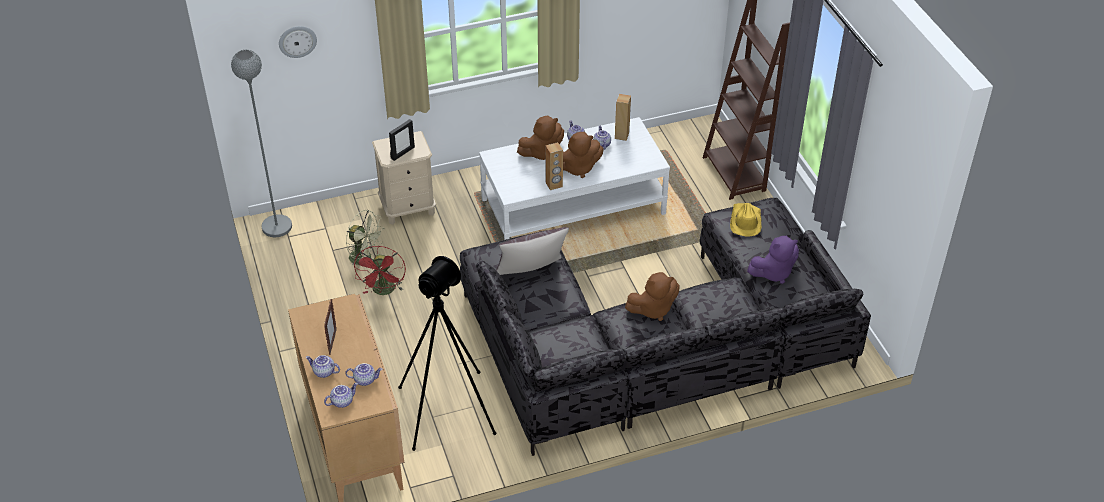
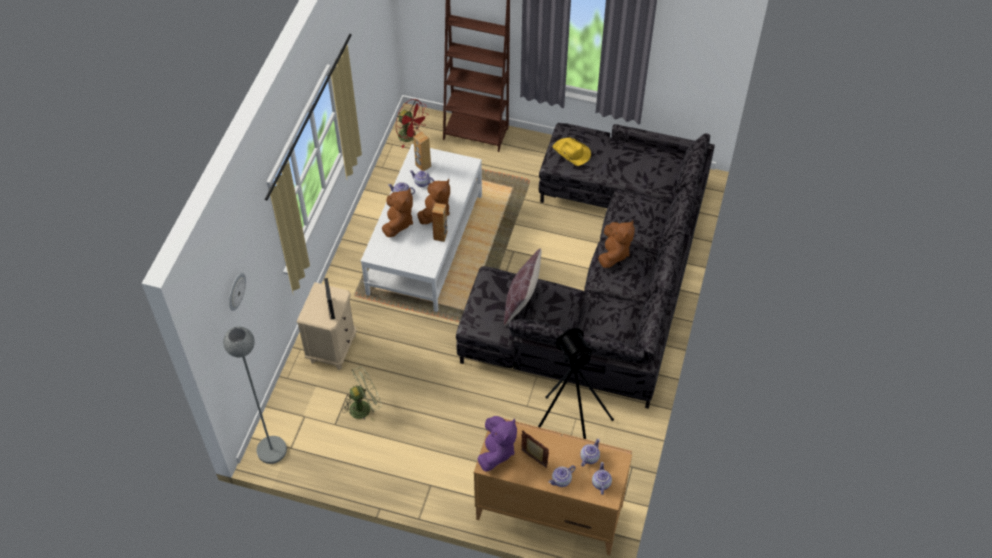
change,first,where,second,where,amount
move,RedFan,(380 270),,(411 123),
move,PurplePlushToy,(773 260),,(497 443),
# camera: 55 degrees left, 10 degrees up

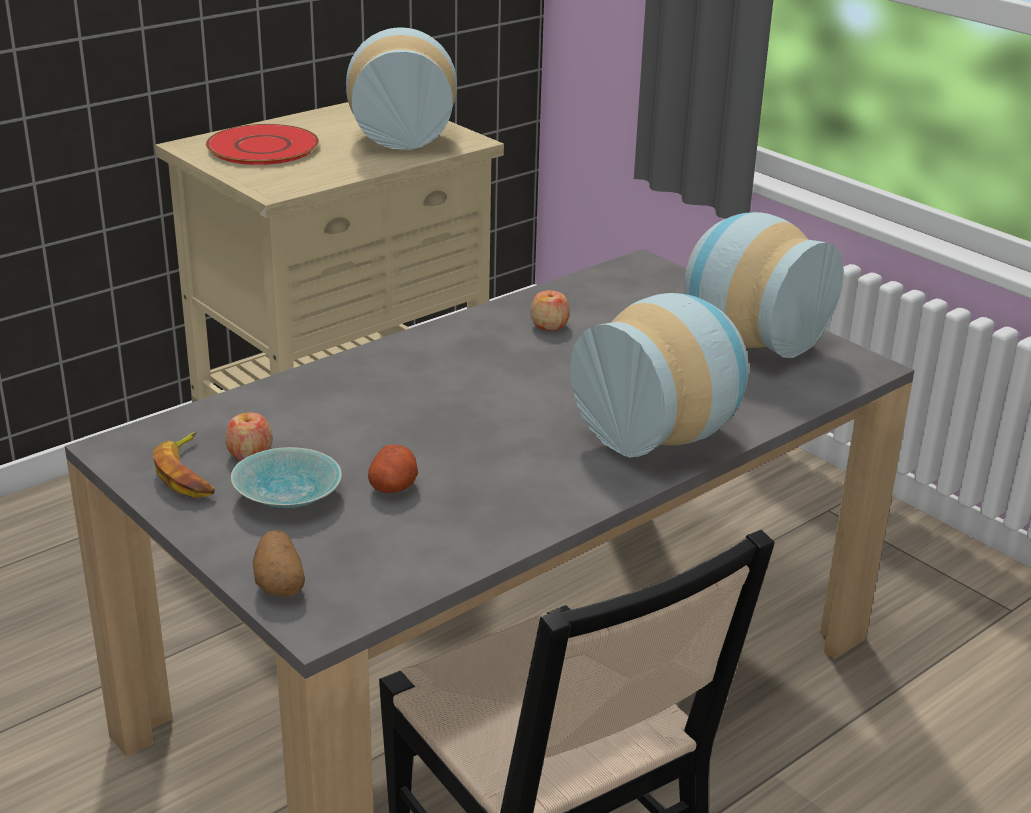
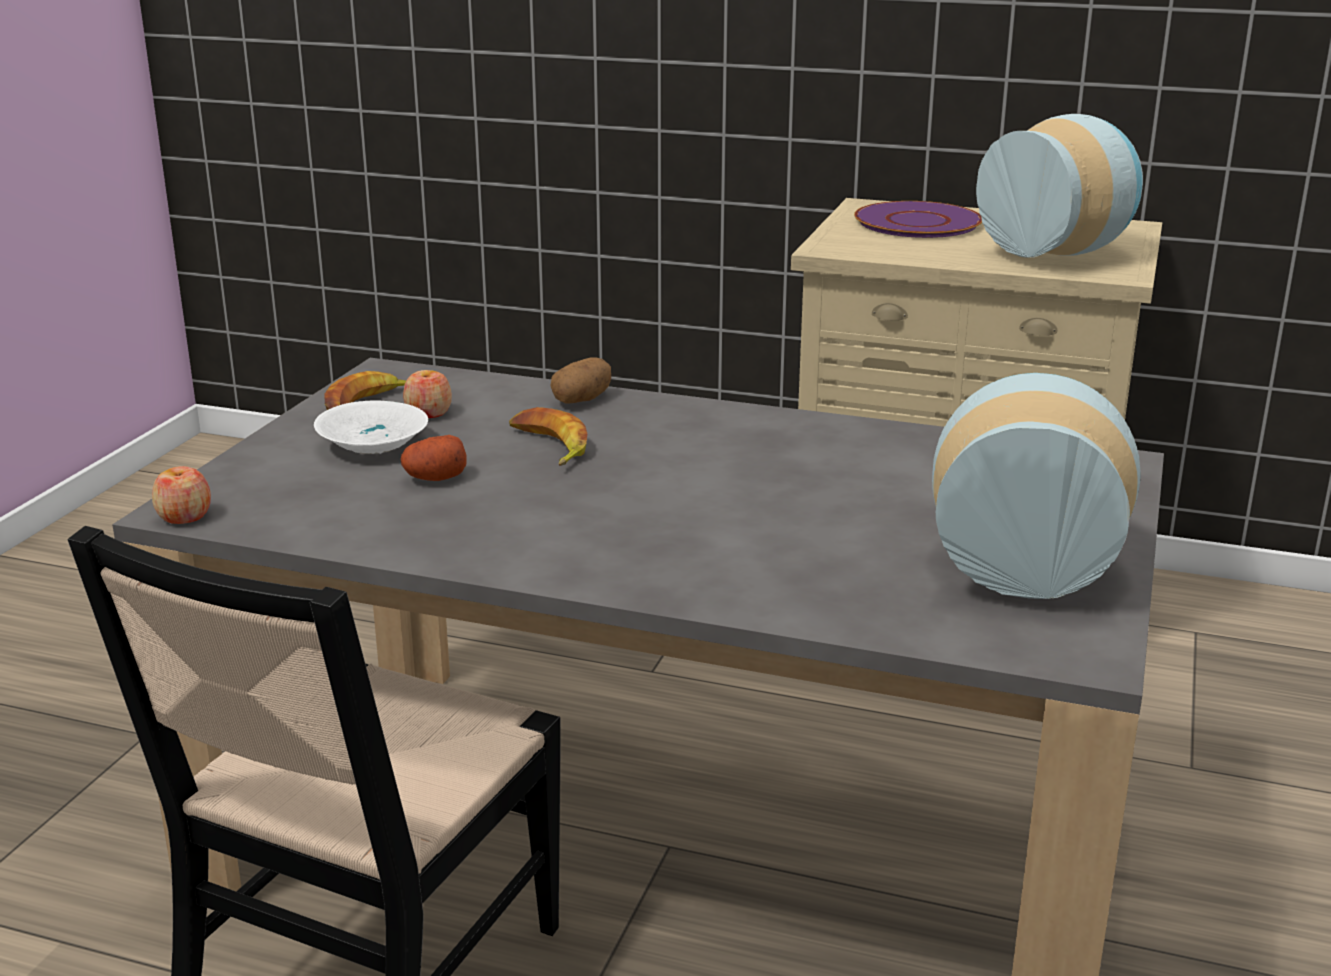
change,first,where,second,where,amount
recolor,RedPlate,(262 144),PurplePlate,(918 219),
recolor,TurquoiseColouredBowl,(286 478),WhiteColouredBowl,(371 427),
move,WholePotato,(279 563),,(580 380),
move,WholeApple,(550 310),,(181 495),
delete,Vase,(659 375),,,
insert,,,WholeBanana,(548 436),
# camera: 60 degrees right, 5 degrees down

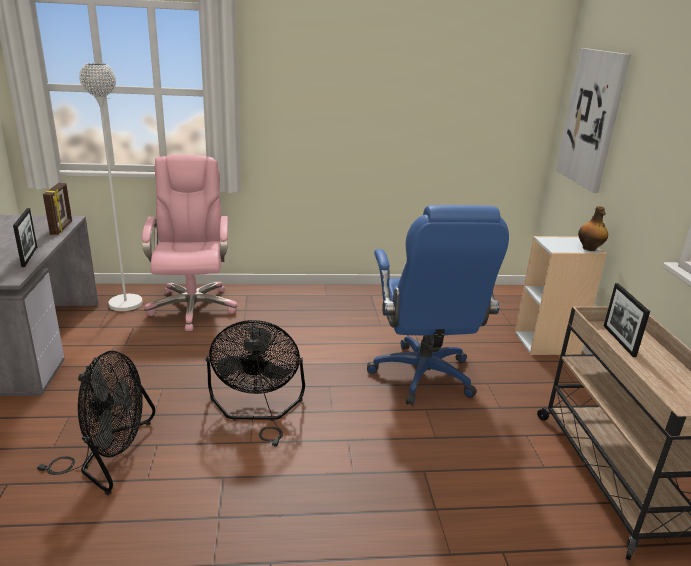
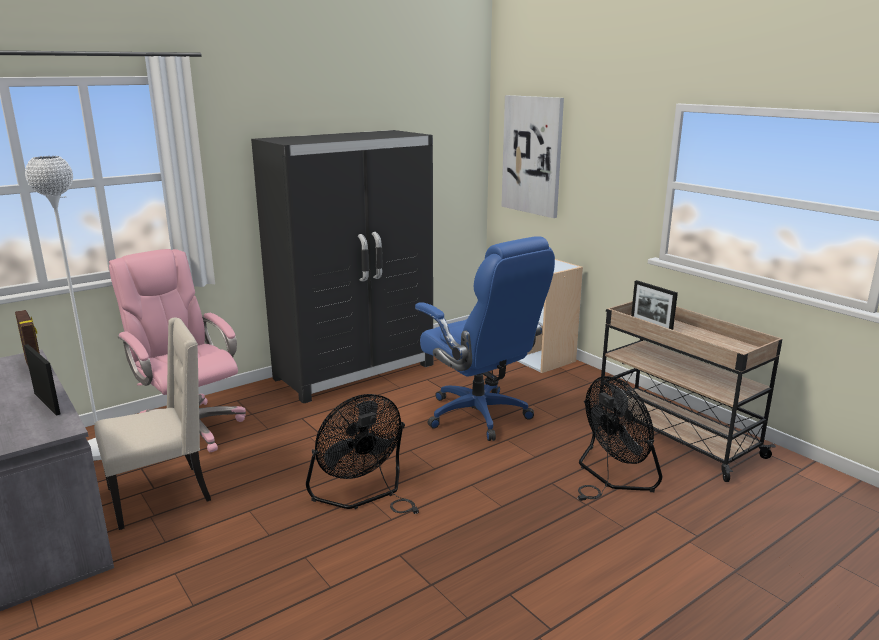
change,first,where,second,where,amount
move,BlackColouredFan,(96 423),,(619 438),
delete,BeverageBottle,(593 228),,,
insert,,,BeigeChair,(152 424),
insert,,,BlackColouredCupboard,(342 266),
# camera: 30 degrees left, 5 degrees down

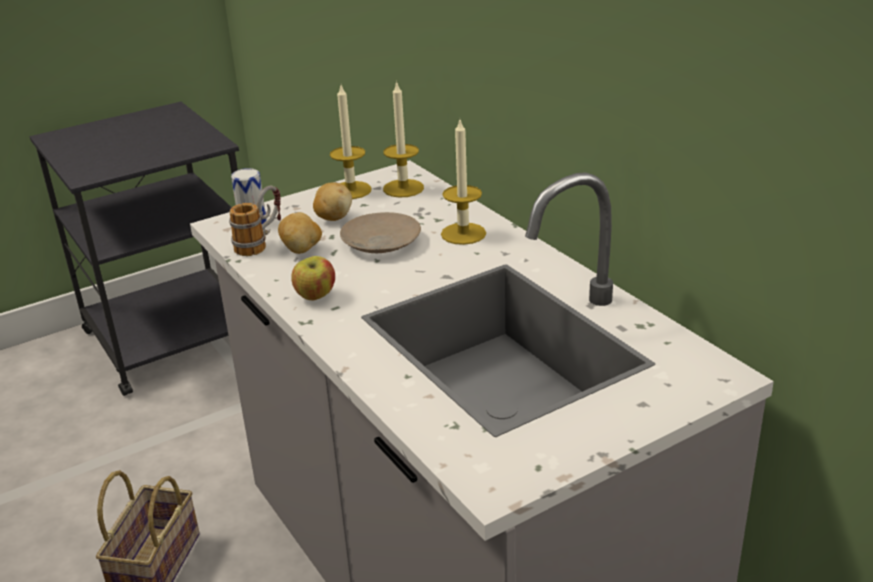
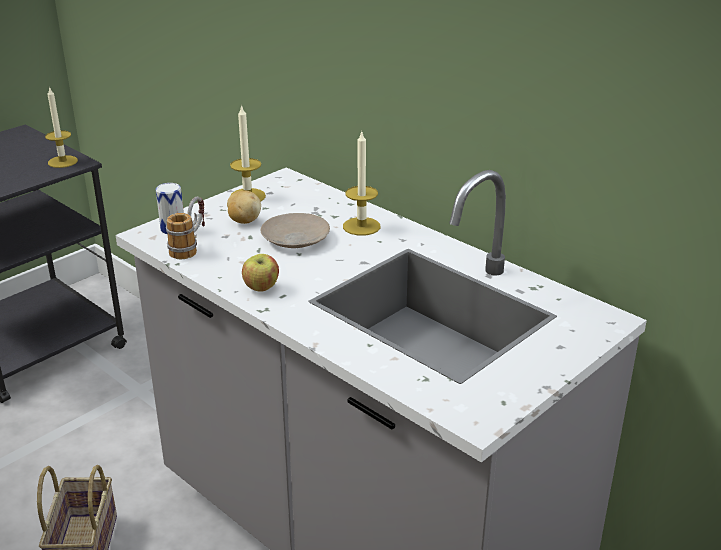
change,first,where,second,where,amount
delete,WholePotato,(300 233),,,
move,WaxCandle,(403 139),,(61 127),
# camera: 15 degrees left, 0 degrees up

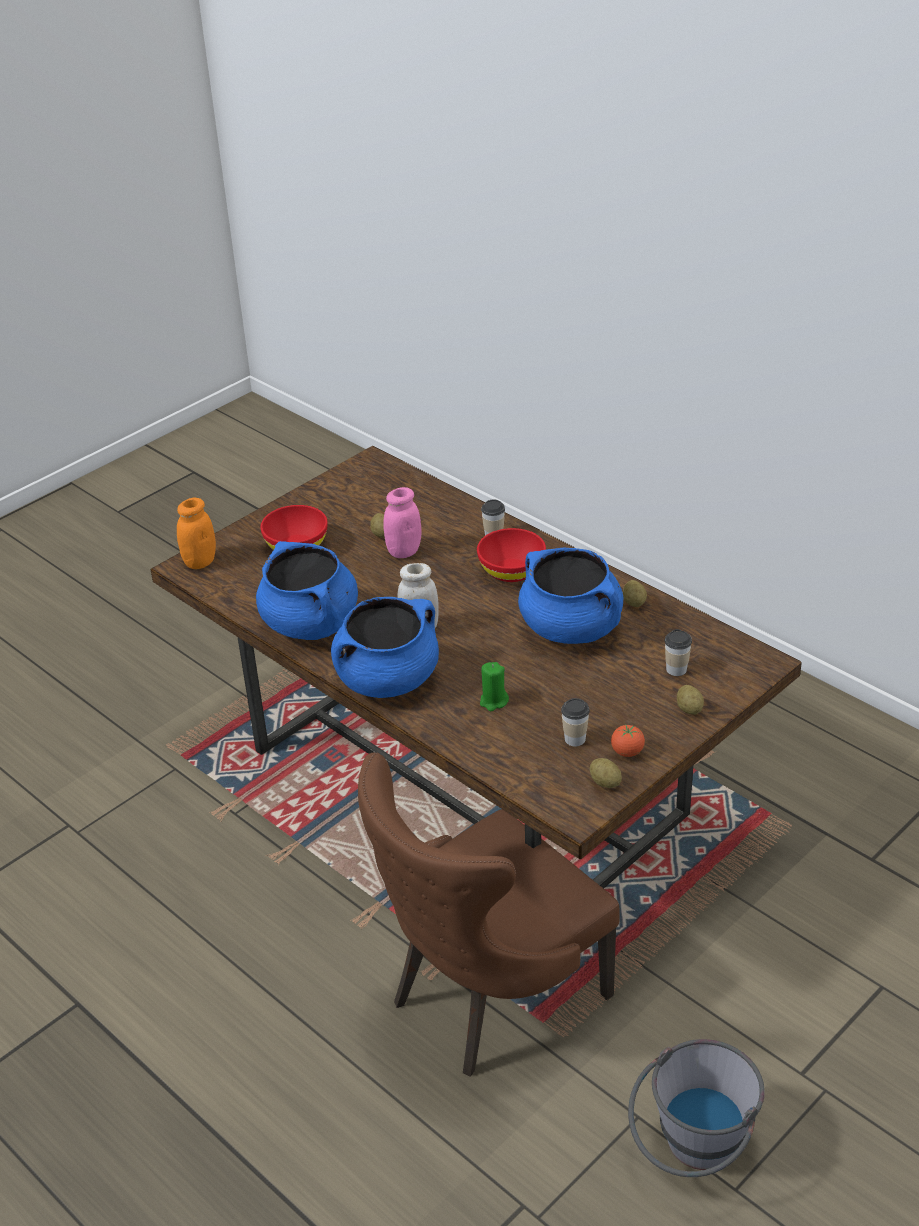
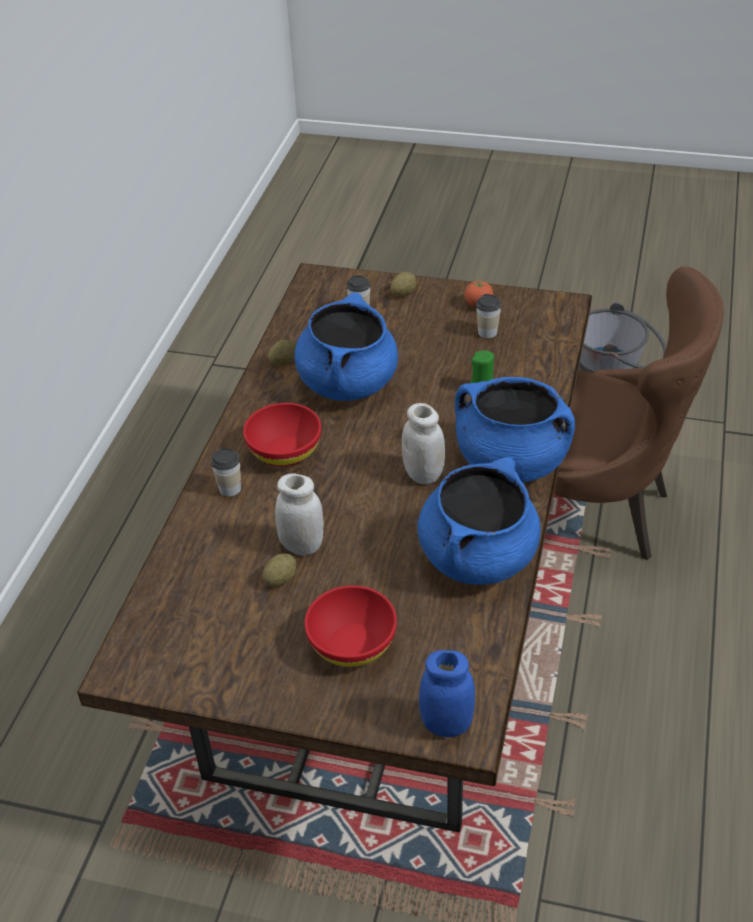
change,first,where,second,where,amount
recolor,OrangeyStorageJar,(196 533),BlueStorageJar,(447 693),
recolor,PinkStorageJar,(402 522),WhiteColouredStorageJar,(299 514),
delete,WholePotato,(606 773),,,
# camera: 120 degrees left, 5 degrees up

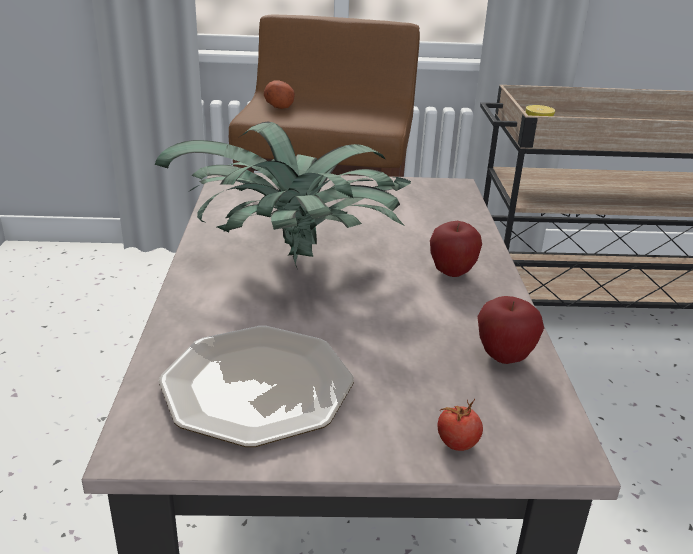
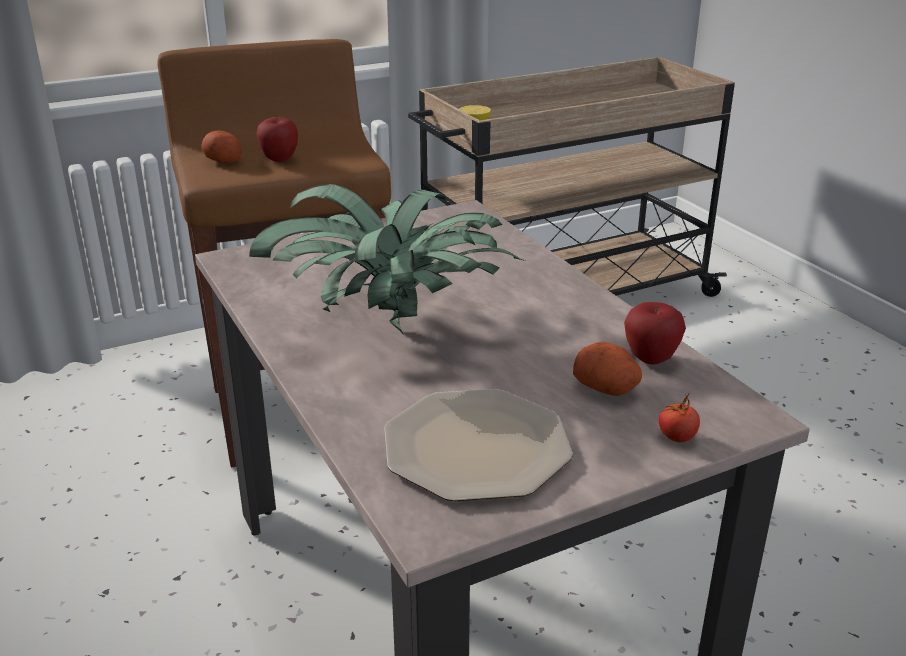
change,first,where,second,where,amount
move,WholeApple,(456 249),,(277 139),
insert,,,WholePotato,(607 369),
# camera: 25 degrees left, 0 degrees up

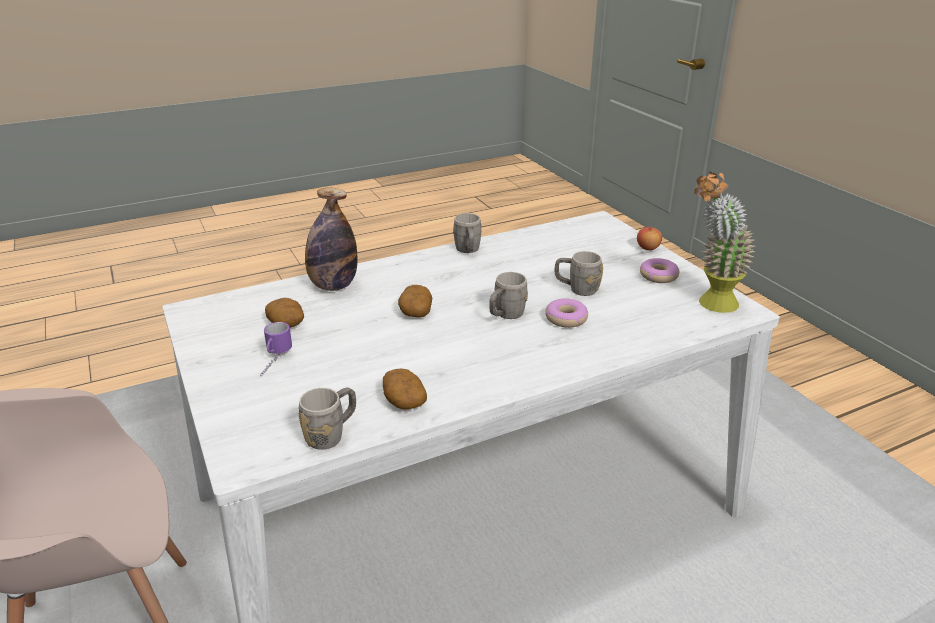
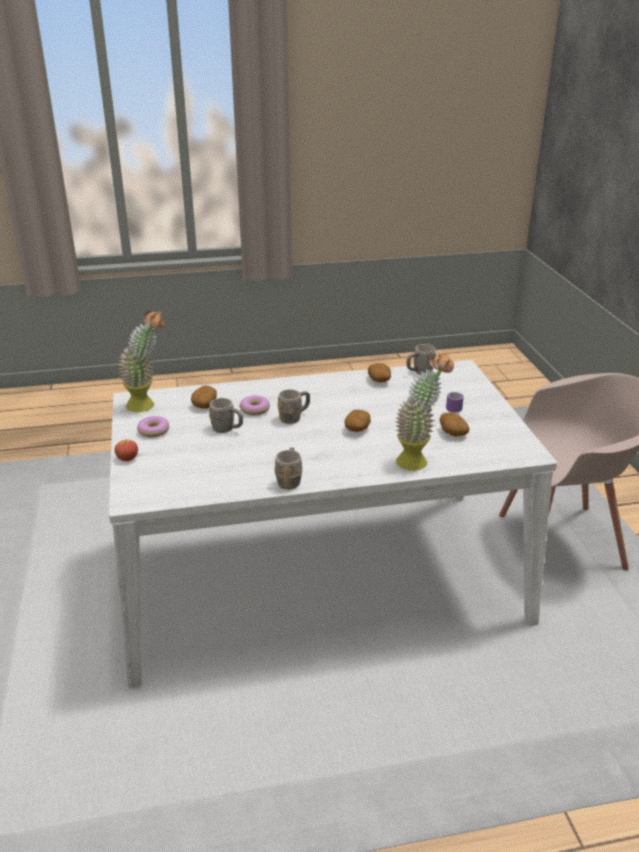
change,first,where,second,where,amount
replace,BeverageBottle,(331 239),PlantInAPot,(424 412),
insert,,,WholePotato,(204 397),
# camera: 165 degrees left, 0 degrees up

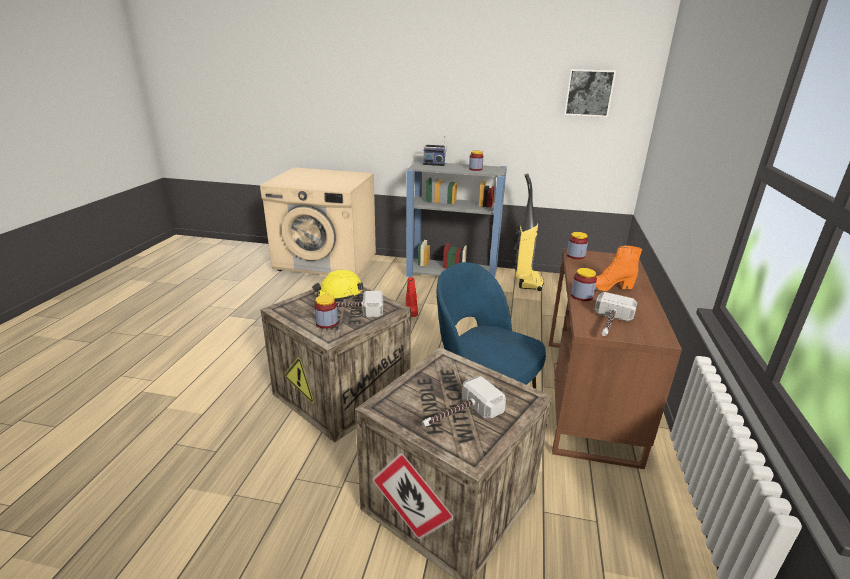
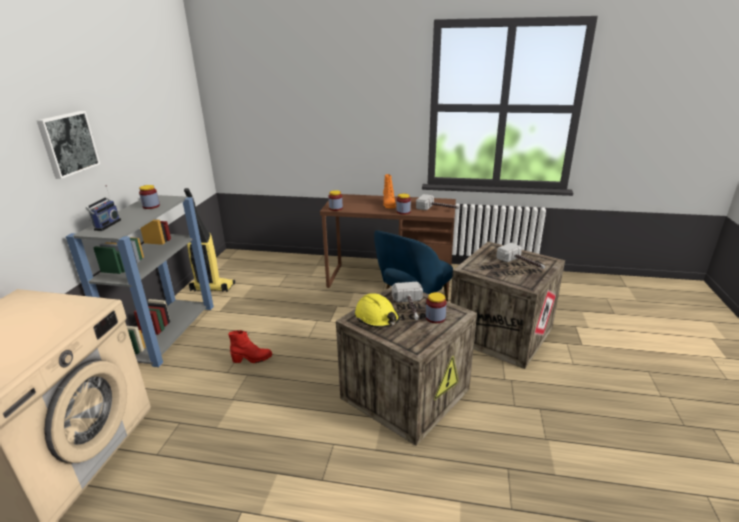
change,first,where,second,where,amount
move,Picture,(590 93),,(68 145),
# camera: 90 degrees left, 0 degrees up

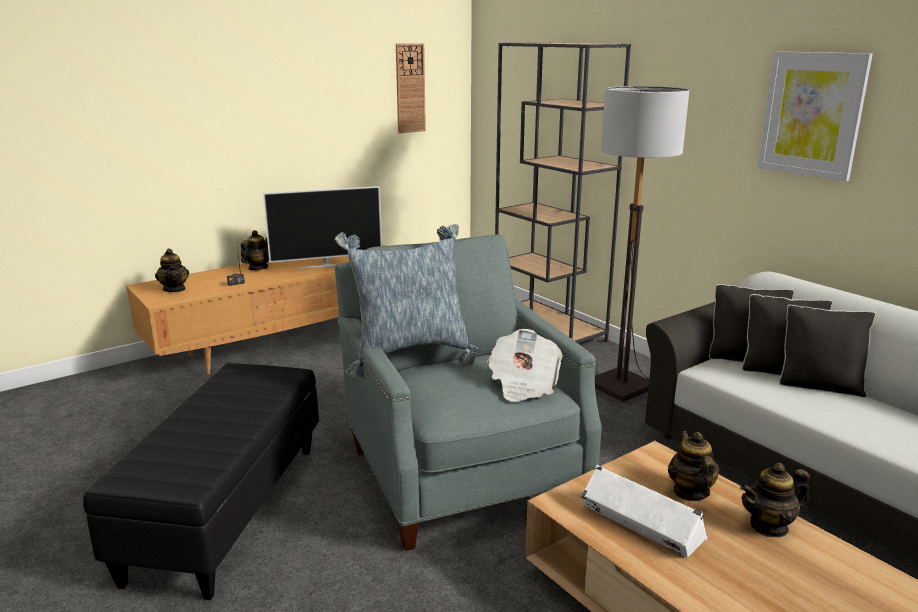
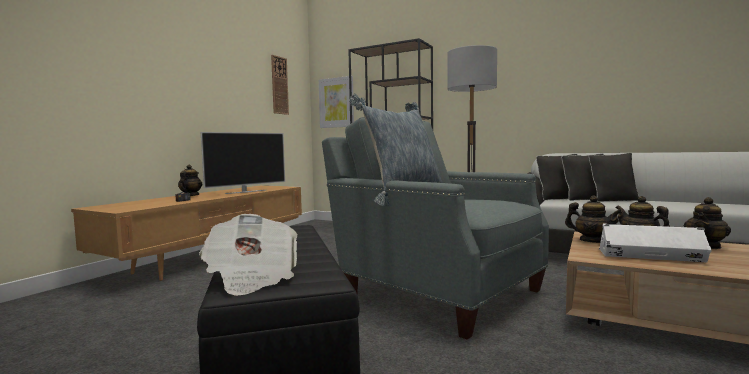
change,first,where,second,where,amount
move,PotForTea,(172 270),,(593 219),
move,Newspaper,(525 365),,(248 255),
move,Picture,(815 116),,(336 102),
# camera: 25 degrees left, 15 degrees down

